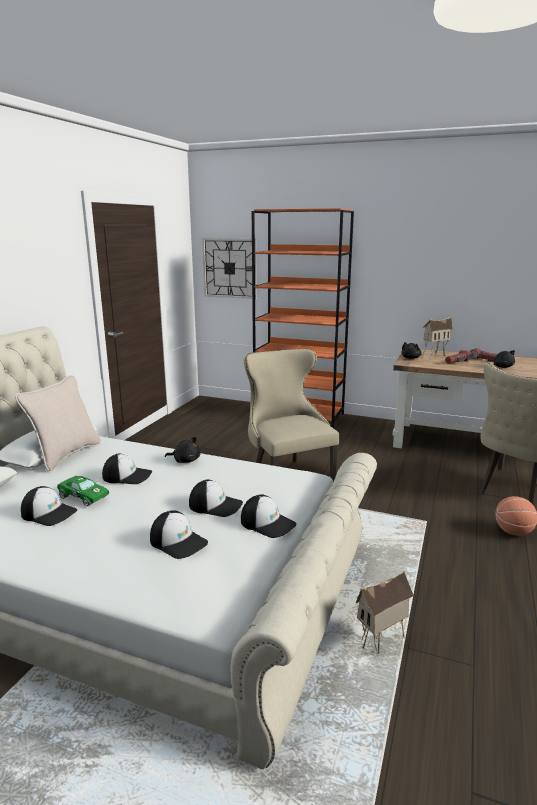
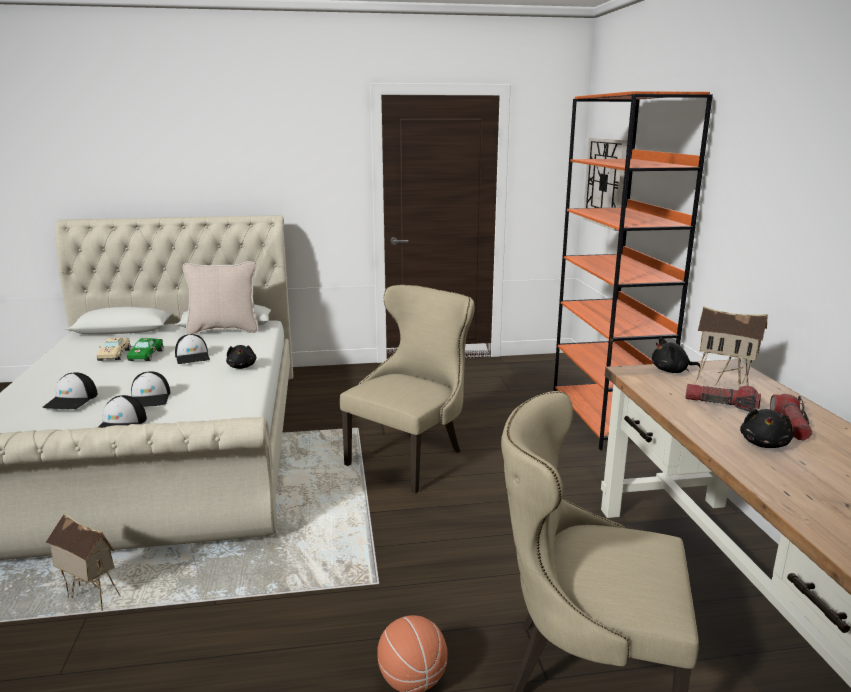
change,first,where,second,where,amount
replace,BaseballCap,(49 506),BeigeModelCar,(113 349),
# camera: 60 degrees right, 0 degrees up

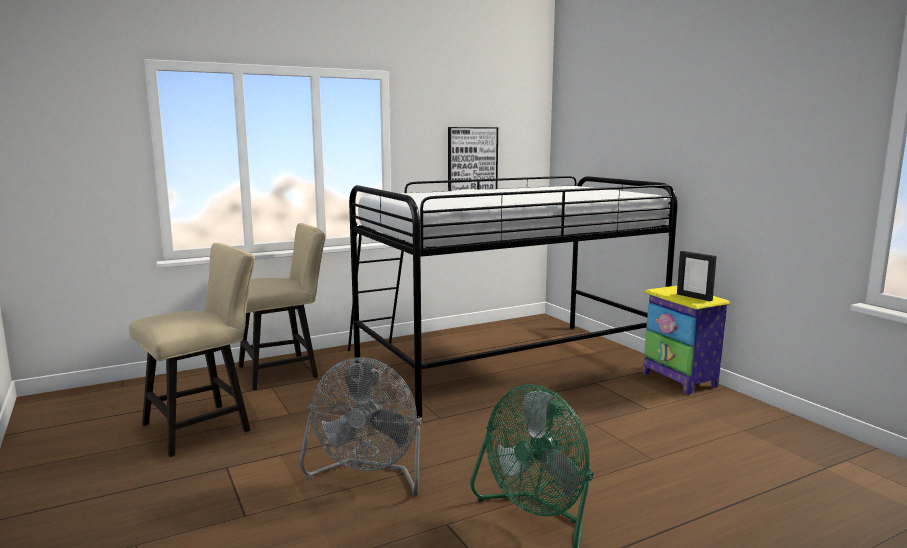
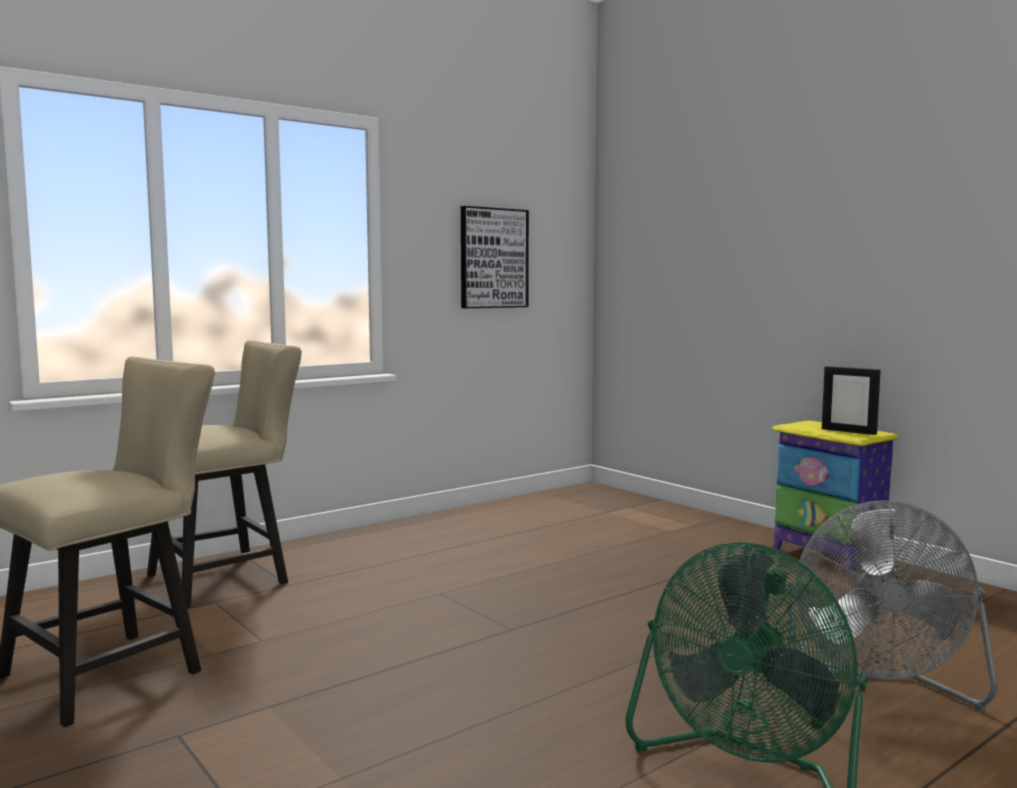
change,first,where,second,where,amount
move,GreyFan,(360 426),,(893 607),
delete,BlackColouredBedroomBed,(513 297),,,
# camera: 10 degrees left, 5 degrees down

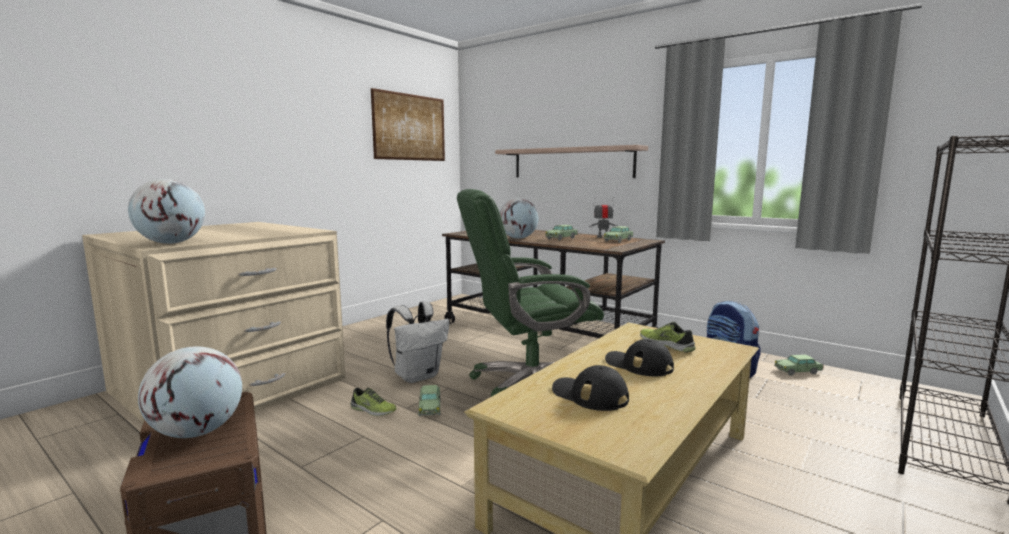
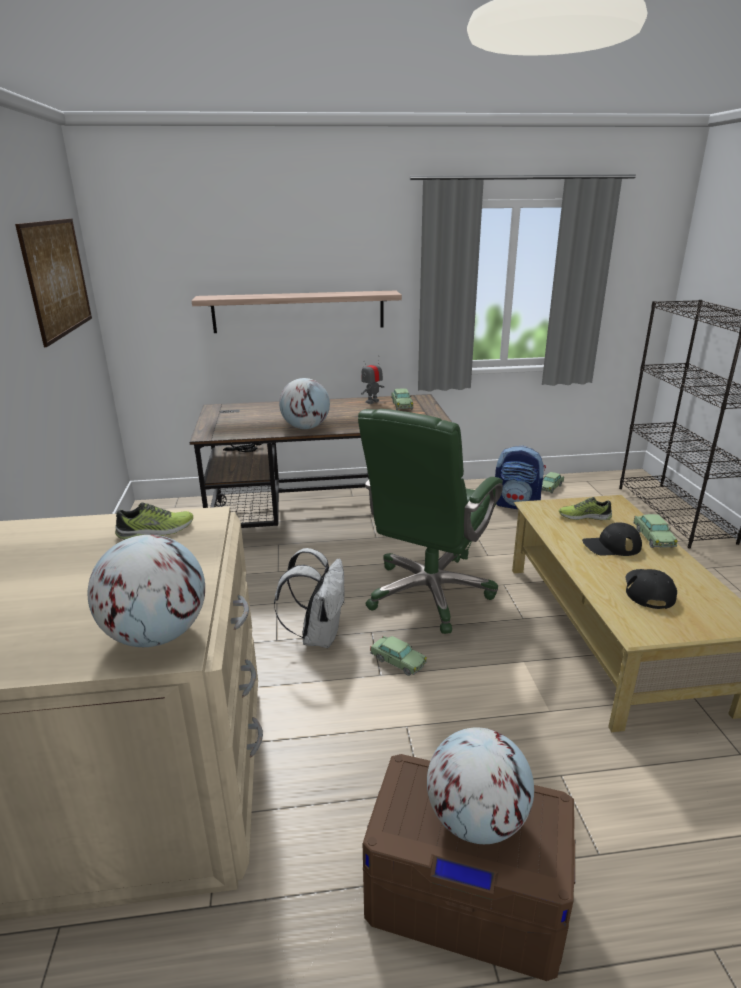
change,first,where,second,where,amount
move,ItemOfFootwear,(373 401),,(154 521),
move,ModelCar,(562 232),,(655 531),
rotate,BlackColouredBaseballCap,(590 388),,(651 589),105 degrees clockwise
# camera: 45 degrees left, 15 degrees up

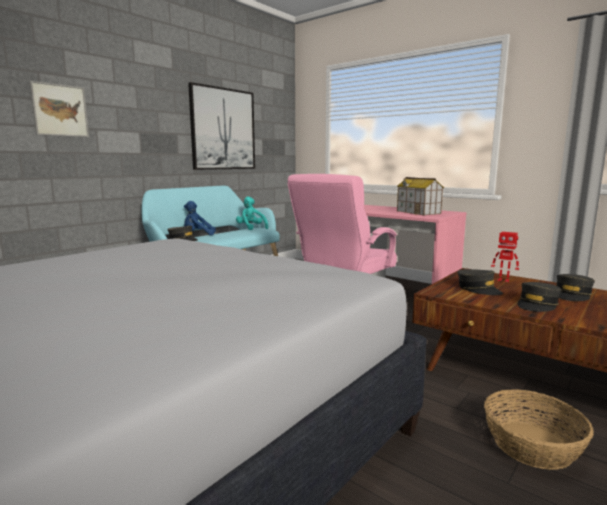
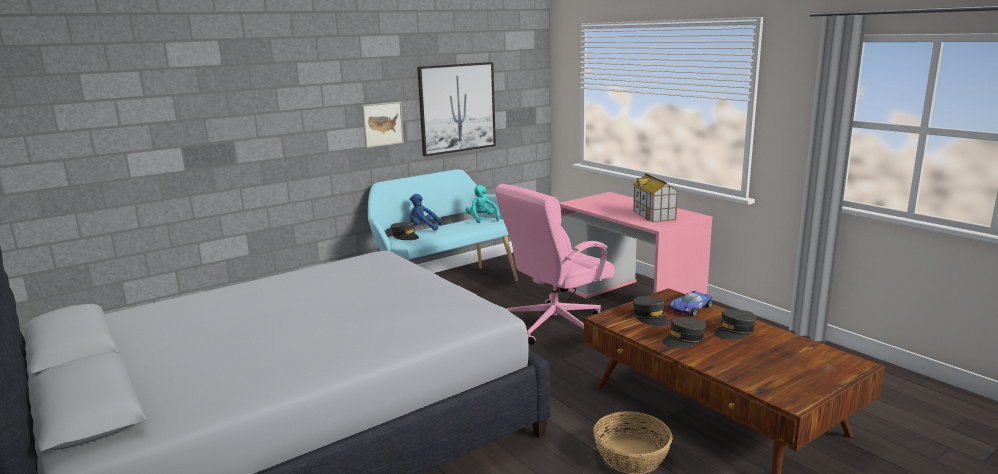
change,first,where,second,where,amount
move,Picture,(59 109),,(383 125),
replace,RobotFigure,(505 257),ModelCar,(691 303),
# camera: 15 degrees right, 5 degrees up

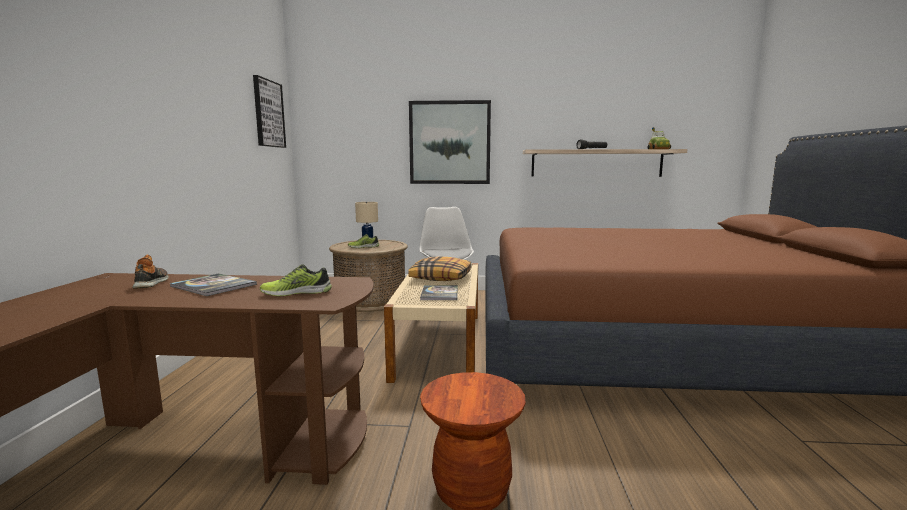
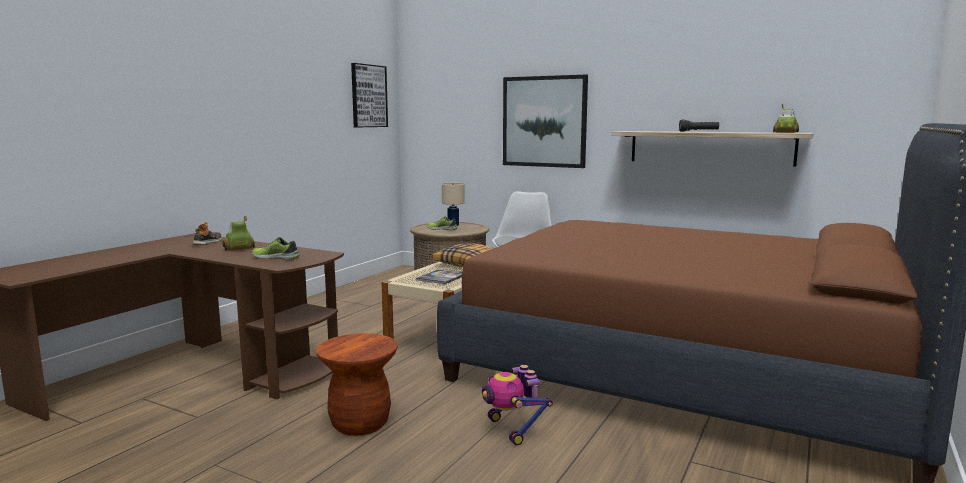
change,first,where,second,where,amount
replace,Volume,(213 284),ModelCar,(238 233),
insert,,,RobotFigure,(517 405),
# camera: 25 degrees right, 0 degrees up

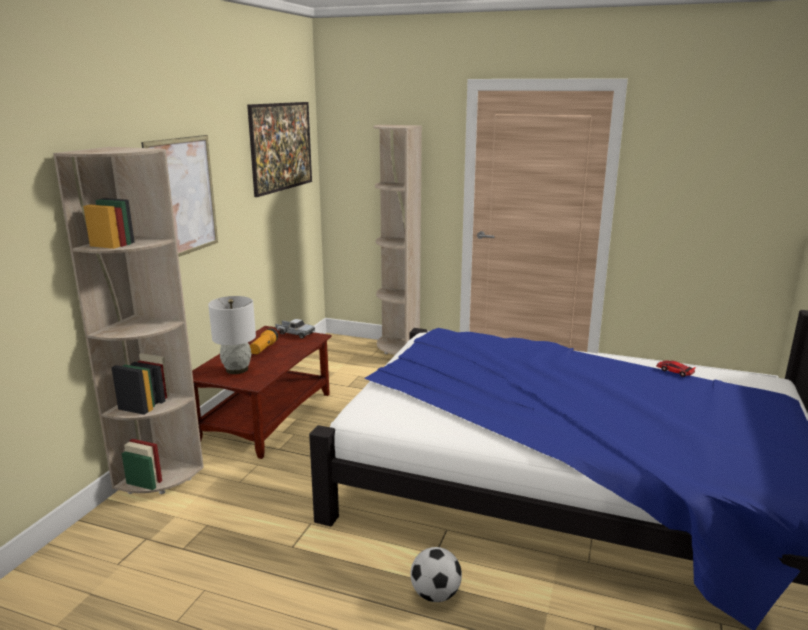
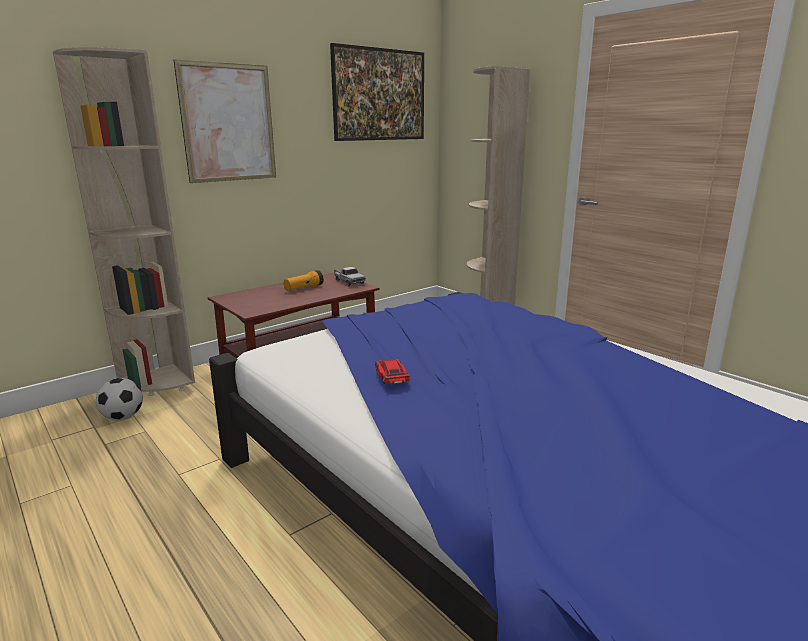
change,first,where,second,where,amount
delete,WhiteColouredLampForATable,(232 335),,,
move,BallForFootball,(436 574),,(119 399),
move,ModelCar,(676 368),,(392 371),
# camera: 30 degrees right, 0 degrees up

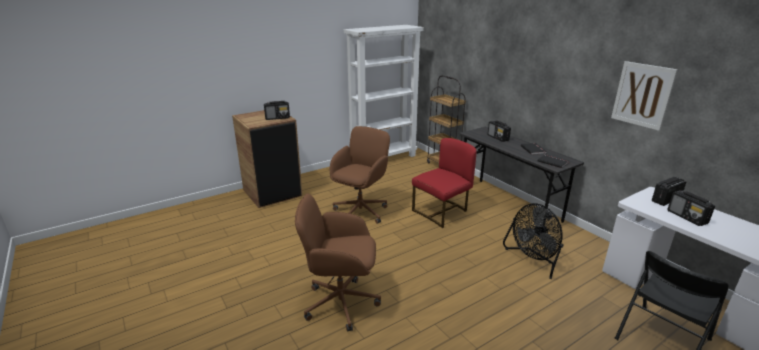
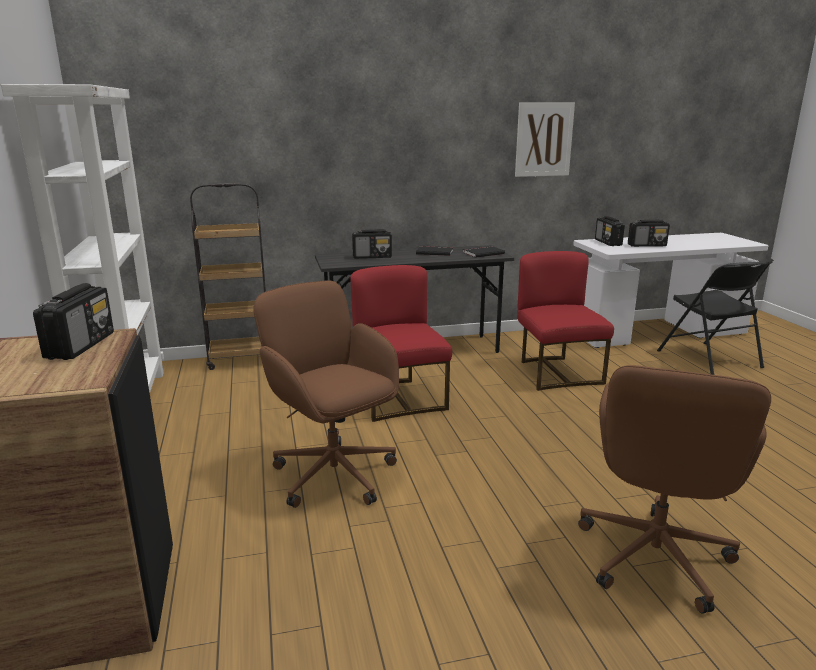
change,first,where,second,where,amount
replace,BlackColouredFan,(533 241),RedChair,(565 321),
# camera: 70 degrees left, 5 degrees down

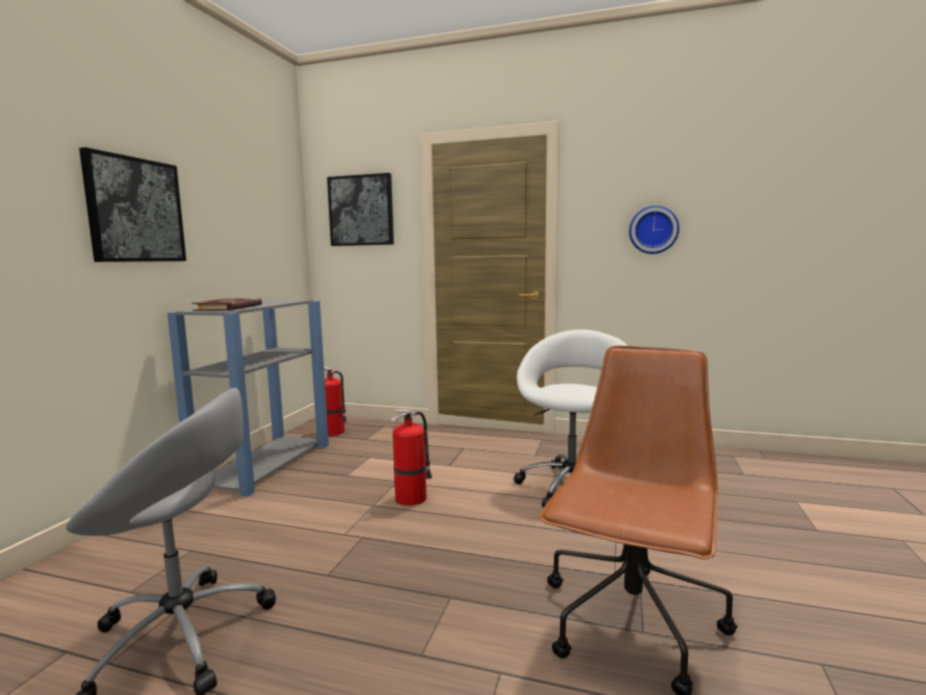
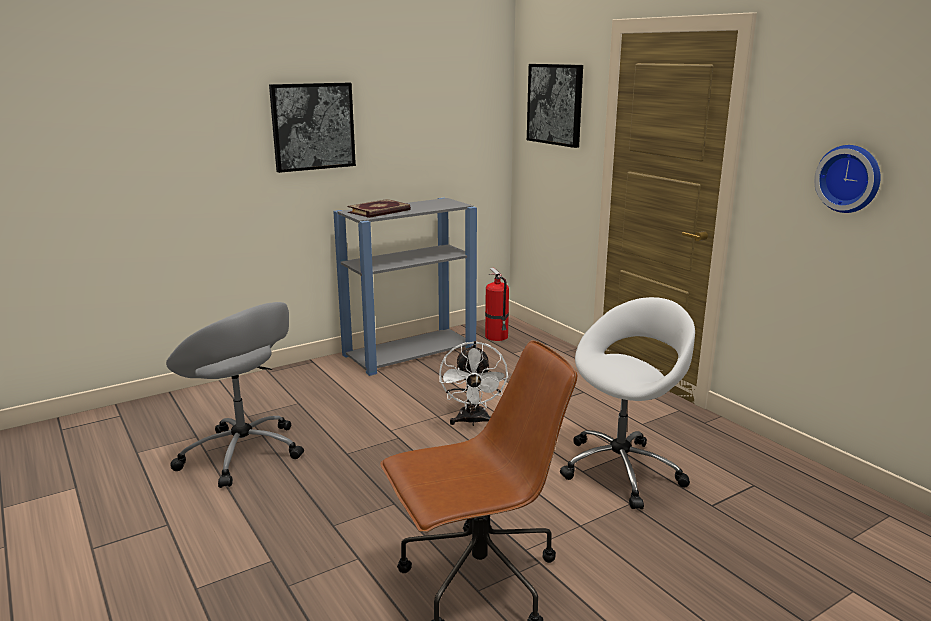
change,first,where,second,where,amount
replace,Extinguisher,(411 458),WhiteColouredFan,(473 383),
# camera: 40 degrees right, 10 degrees up

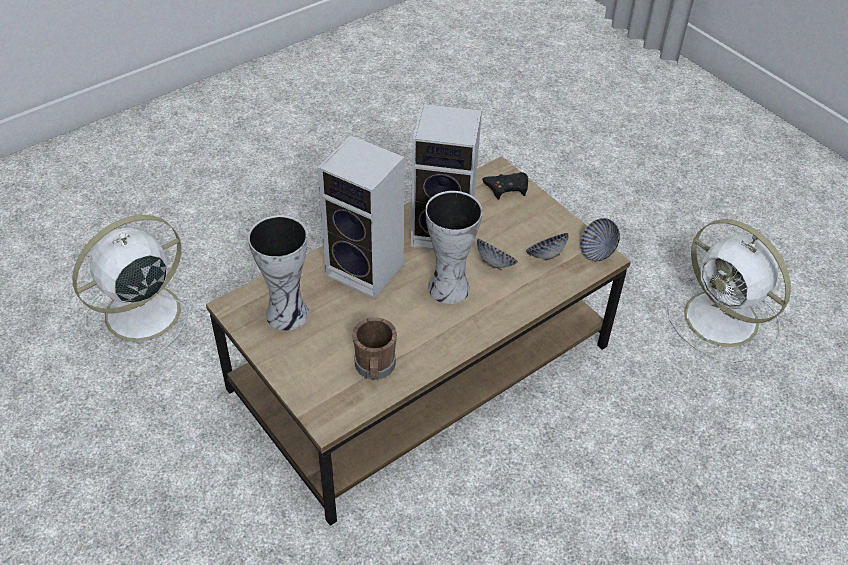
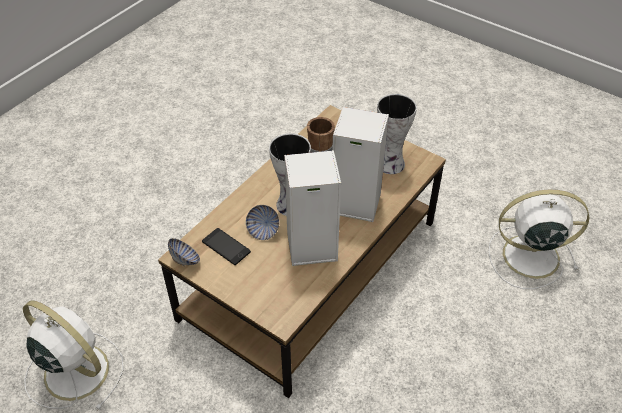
change,first,where,second,where,amount
rotate,WhiteColouredFan,(137 287),,(539 239),120 degrees counterclockwise
delete,BlackColouredGamepad,(505 185),,,
replace,Bowl,(547 246),Phone,(226 246),
# camera: 165 degrees right, 0 degrees up

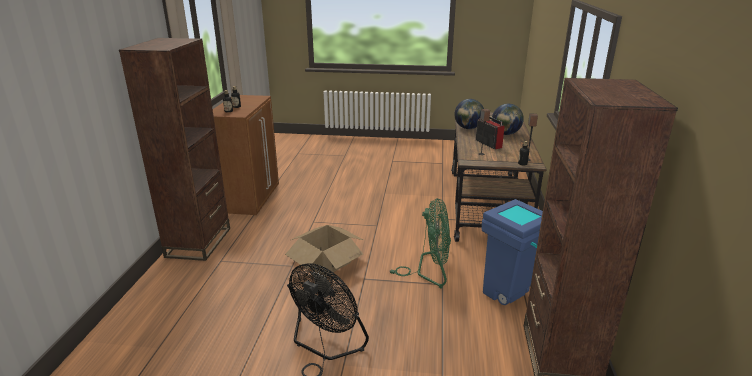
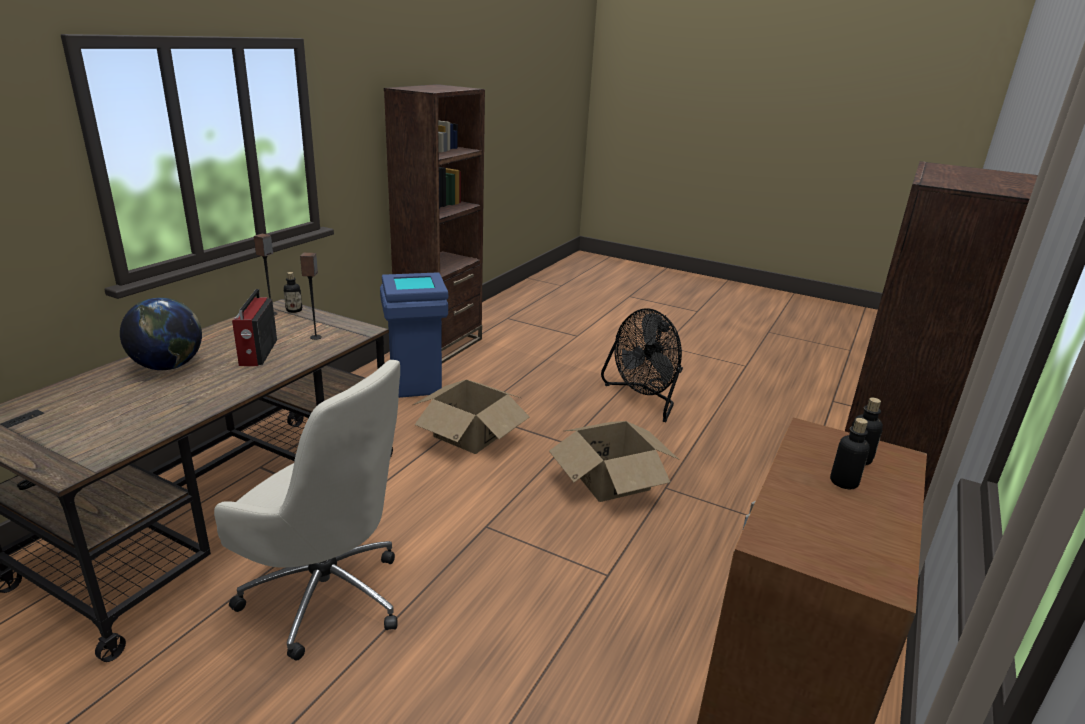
change,first,where,second,where,amount
replace,GreenColouredFan,(420 243),PackingBox,(471 416),
delete,WorldGlobe,(469 114),,,
insert,,,BeigeDeskChair,(307 510),
# camera: 160 degrees left, 0 degrees up

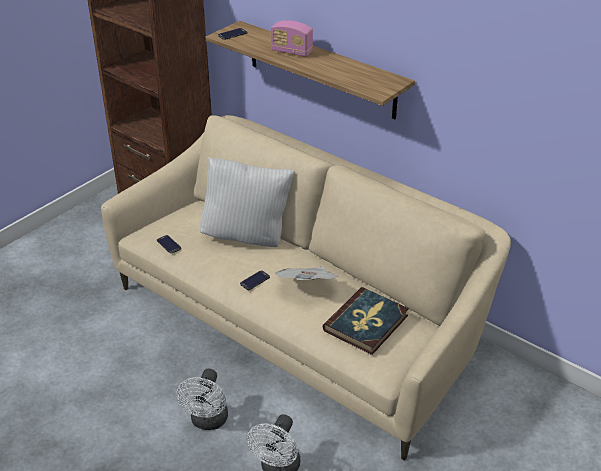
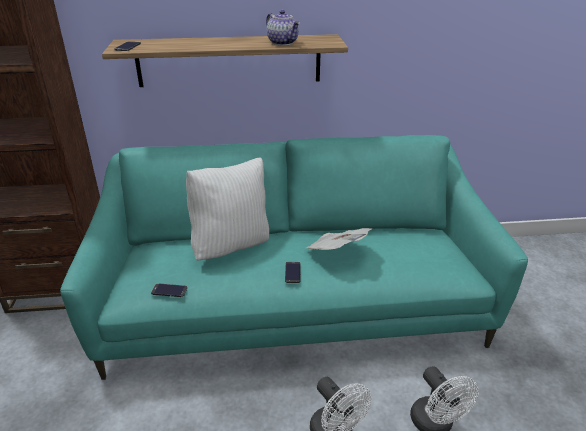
change,first,where,second,where,amount
recolor,BeigeCouch,(306 288),TurquoiseColouredCouch,(294 257),
delete,RadioReceiver,(292 38),,,
delete,Volume,(366 321),,,
insert,,,PotForTea,(283 28),
# camera: 45 degrees left, 5 degrees down

